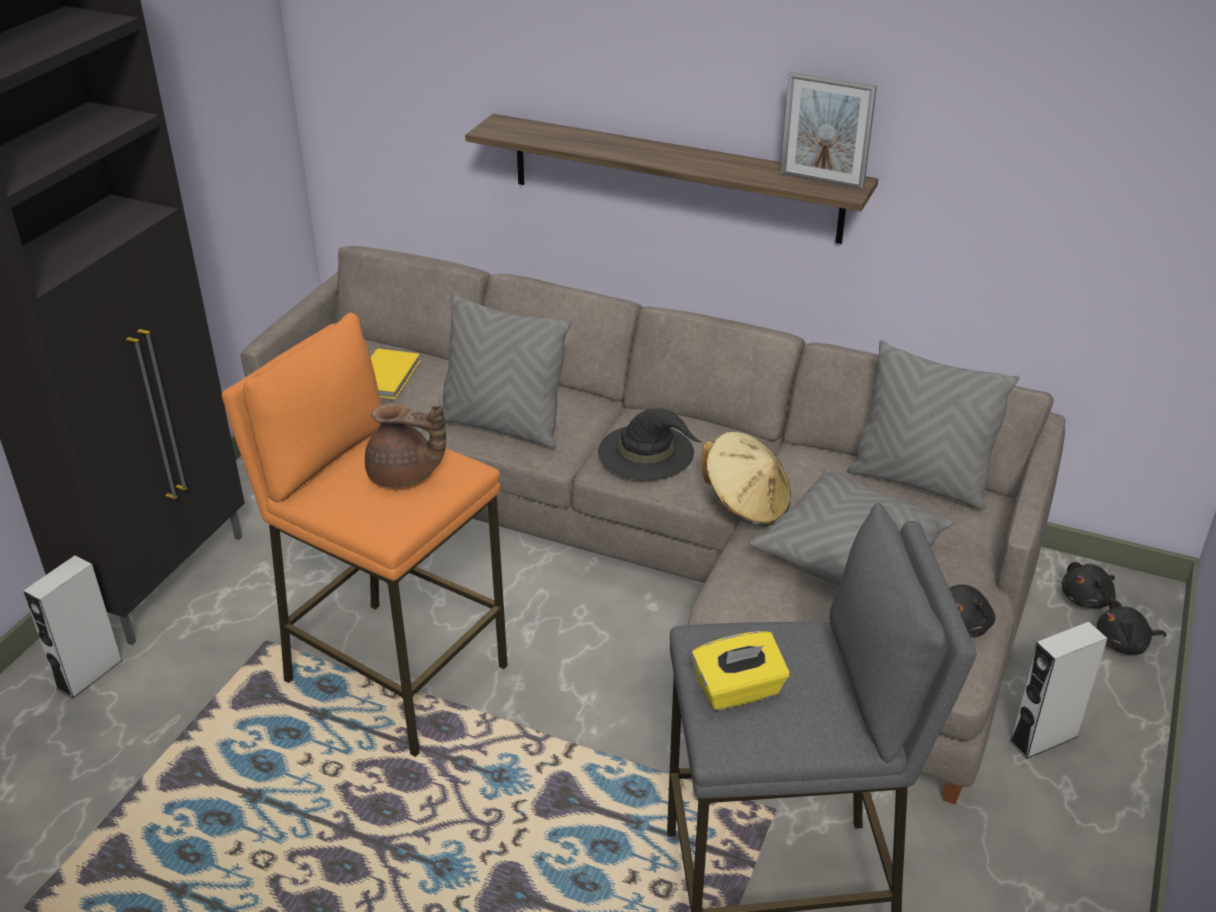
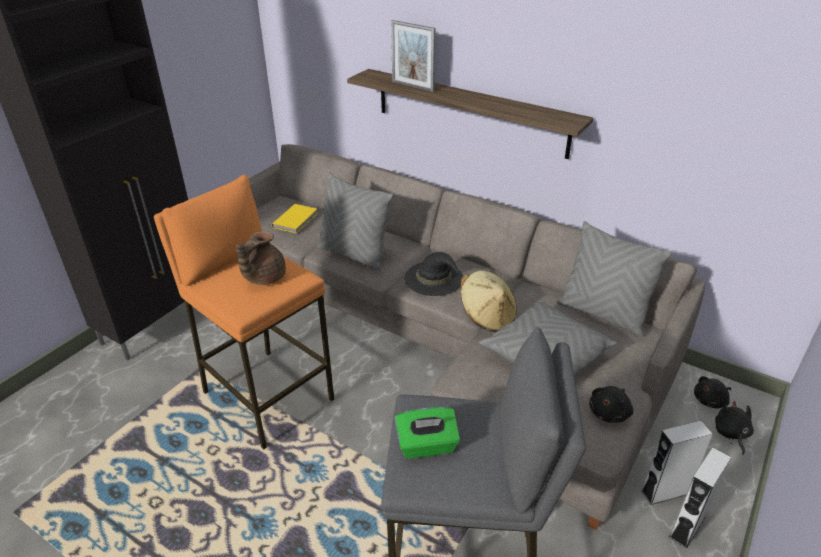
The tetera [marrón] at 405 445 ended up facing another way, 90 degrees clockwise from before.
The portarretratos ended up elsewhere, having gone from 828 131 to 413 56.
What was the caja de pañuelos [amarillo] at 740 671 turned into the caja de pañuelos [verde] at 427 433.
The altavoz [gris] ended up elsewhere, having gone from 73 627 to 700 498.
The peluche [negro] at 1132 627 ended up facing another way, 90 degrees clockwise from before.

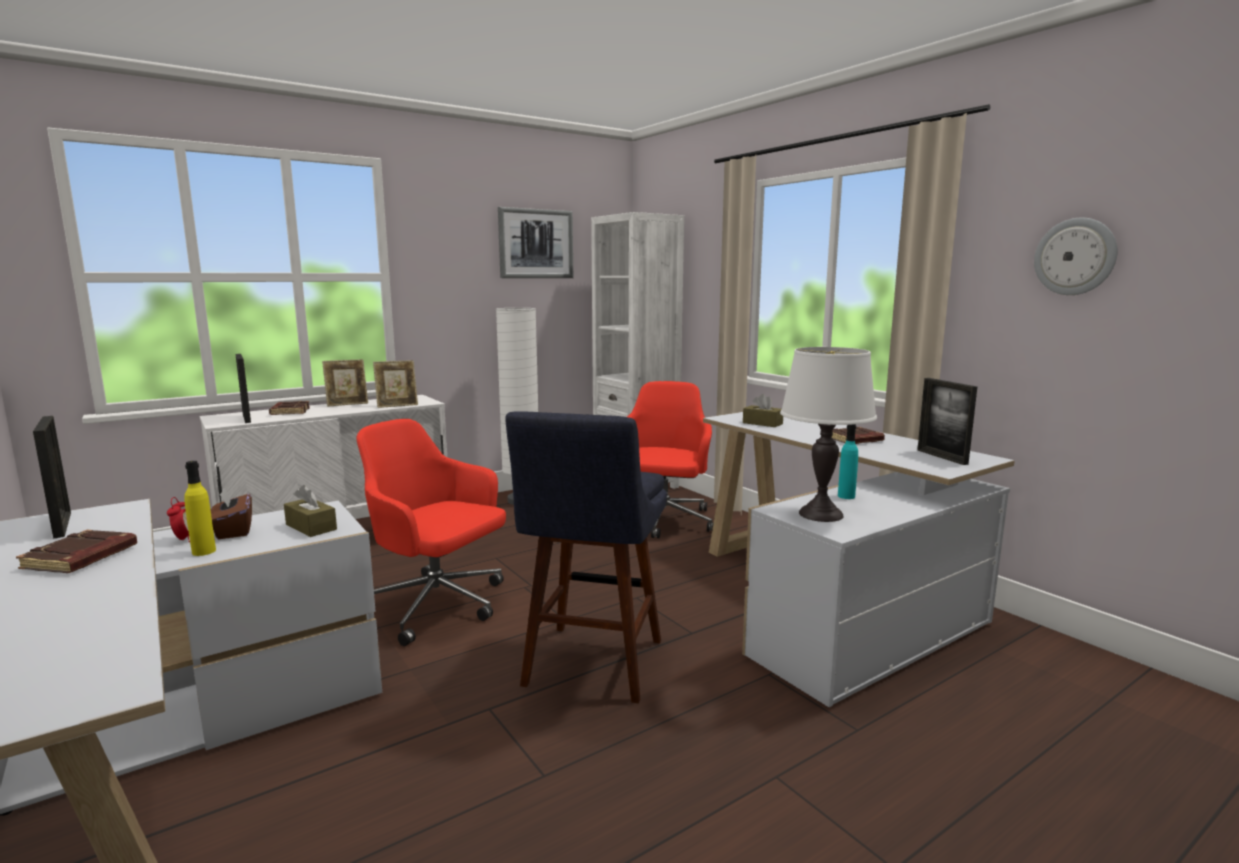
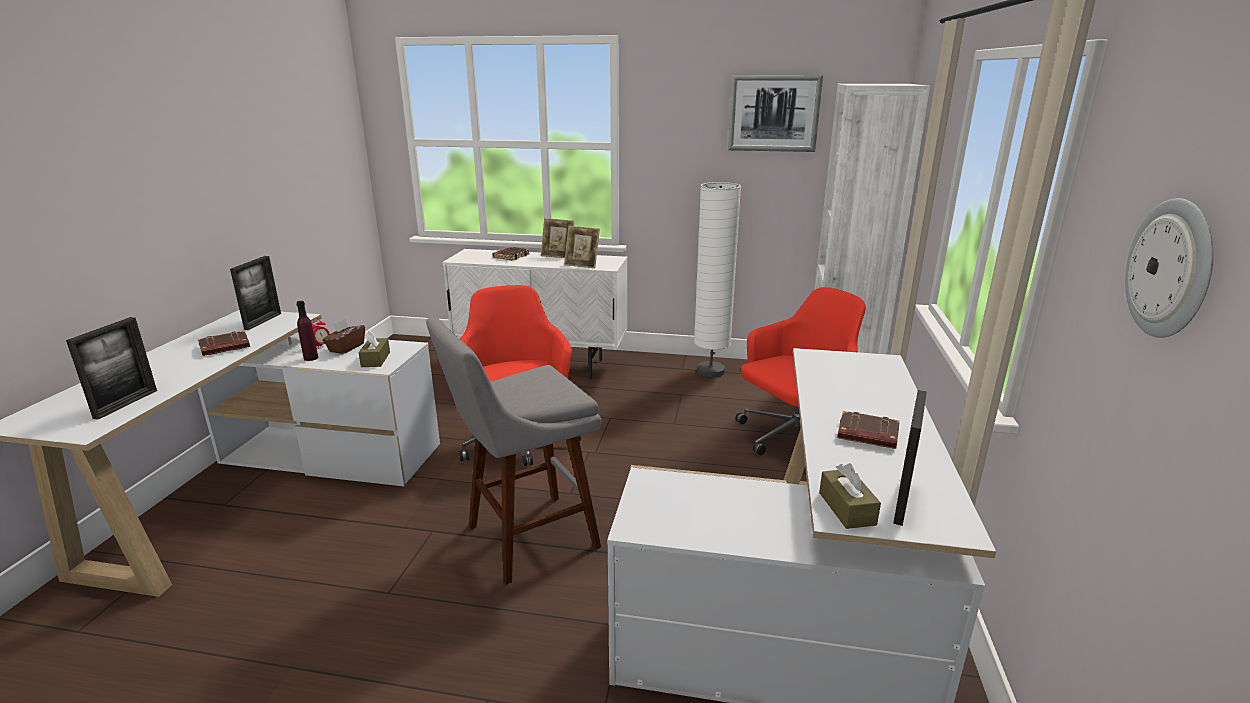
The portarretratos ended up elsewhere, having gone from 243 388 to 111 368.
What was the botella [amarillo] at 200 508 turned into the botella [morado] at 307 331.
What was the taburete [azul] at 586 557 turned into the taburete [gris] at 513 451.
The caja de pañuelos [marrón] ended up elsewhere, having gone from 763 410 to 850 496.
The second view lost the lámpara de mesa [blanco] at 828 434.
The second view lost the botella [turquesa] at 848 461.

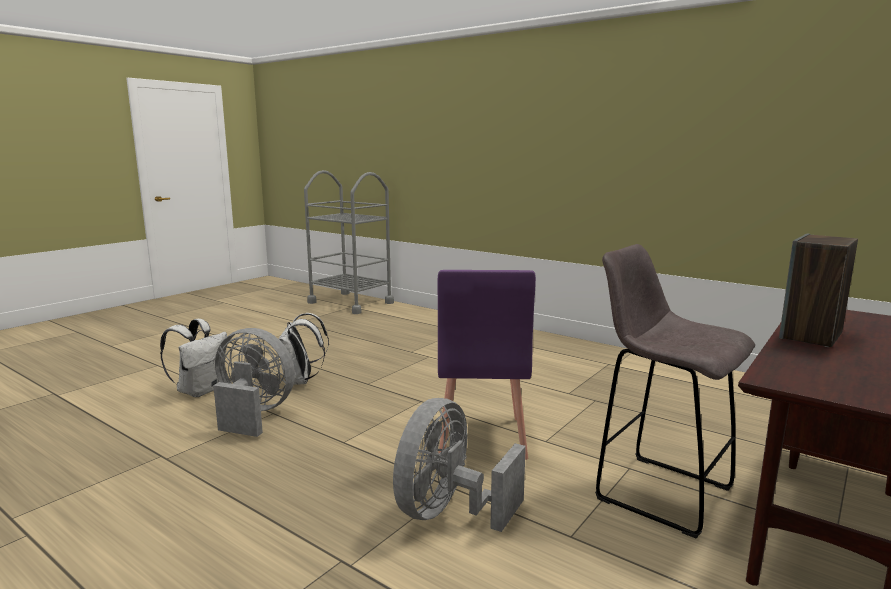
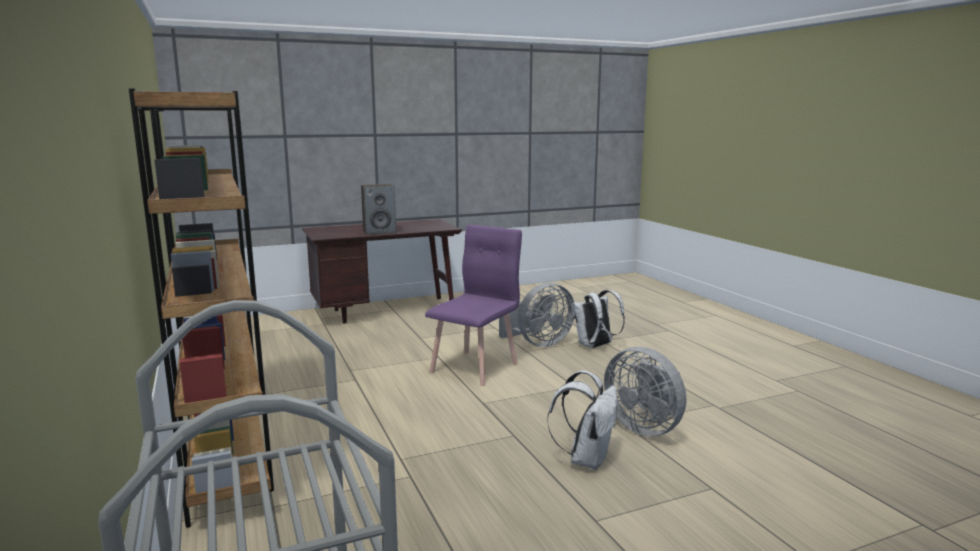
The second view gained the estantería [marrón] at 201 308.
The mochila [blanco] ended up elsewhere, having gone from 193 358 to 598 319.
The second view lost the taburete [gris] at 675 391.

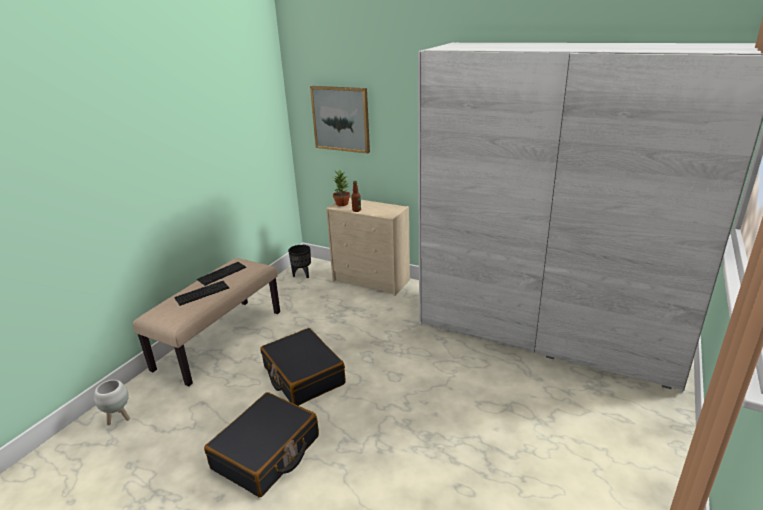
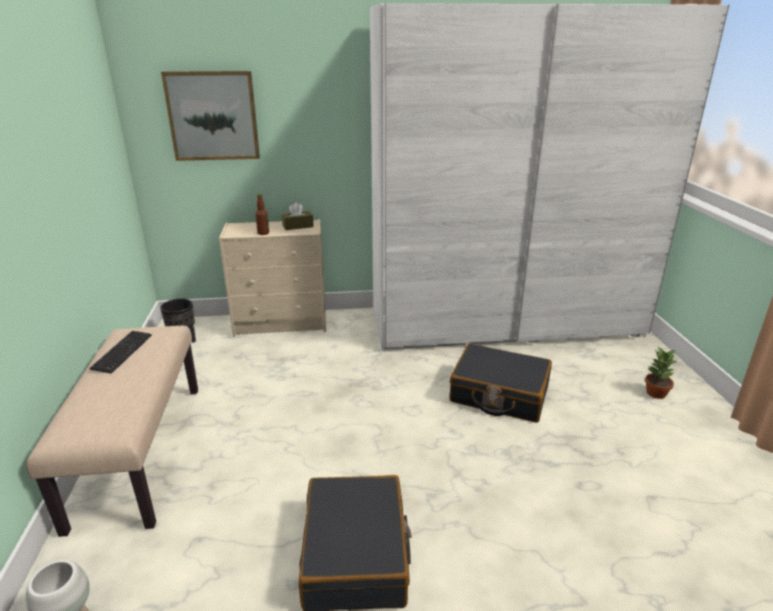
The second view gained the caja de pañuelos [marrón] at 298 216.
The maleta [negro] ended up elsewhere, having gone from 303 367 to 500 383.
The planta en maceta ended up elsewhere, having gone from 341 188 to 661 373.
The second view lost the teclado at 201 293.

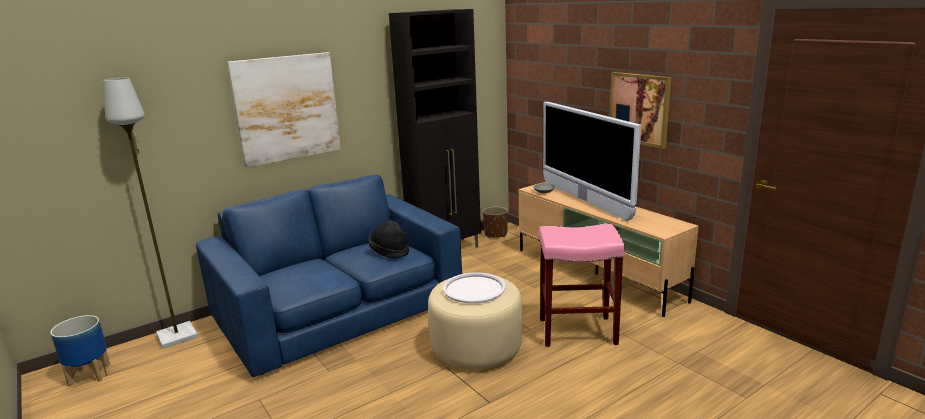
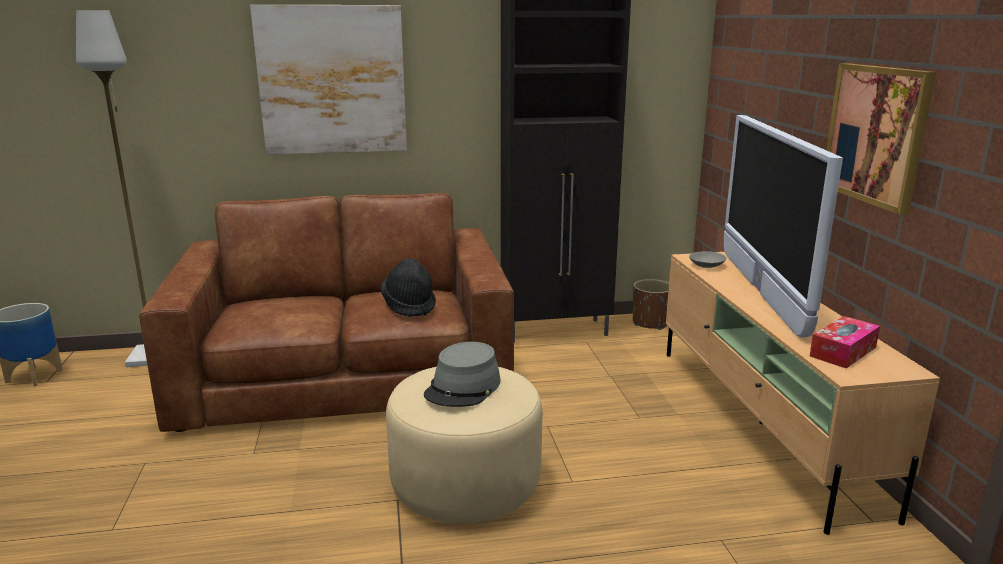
What was the sofá [azul] at 329 275 turned into the sofá [marrón] at 326 312.
Where the bandeja [blanco] stood at 474 287, the sombrero [gris] came to stand at 462 374.
The second view gained the caja de pañuelos at 845 342.
The second view lost the taburete [rosa] at 582 285.

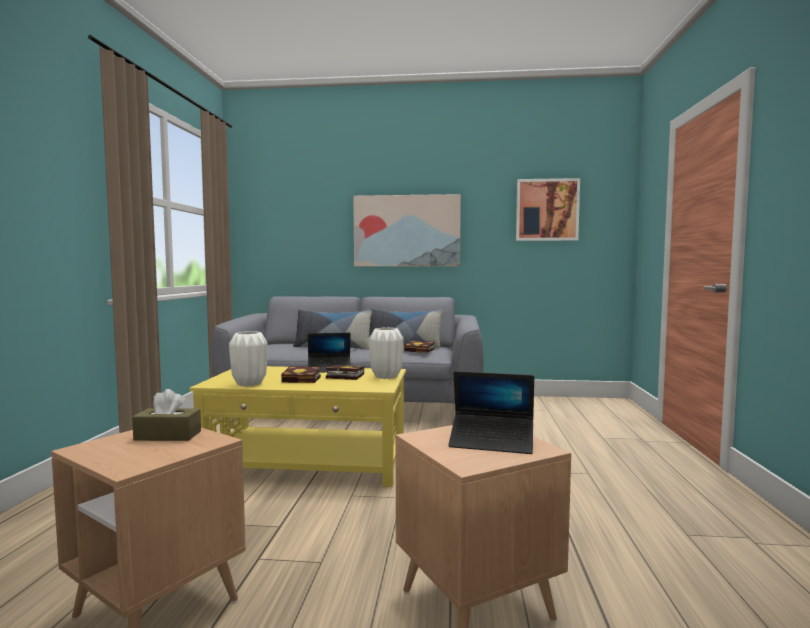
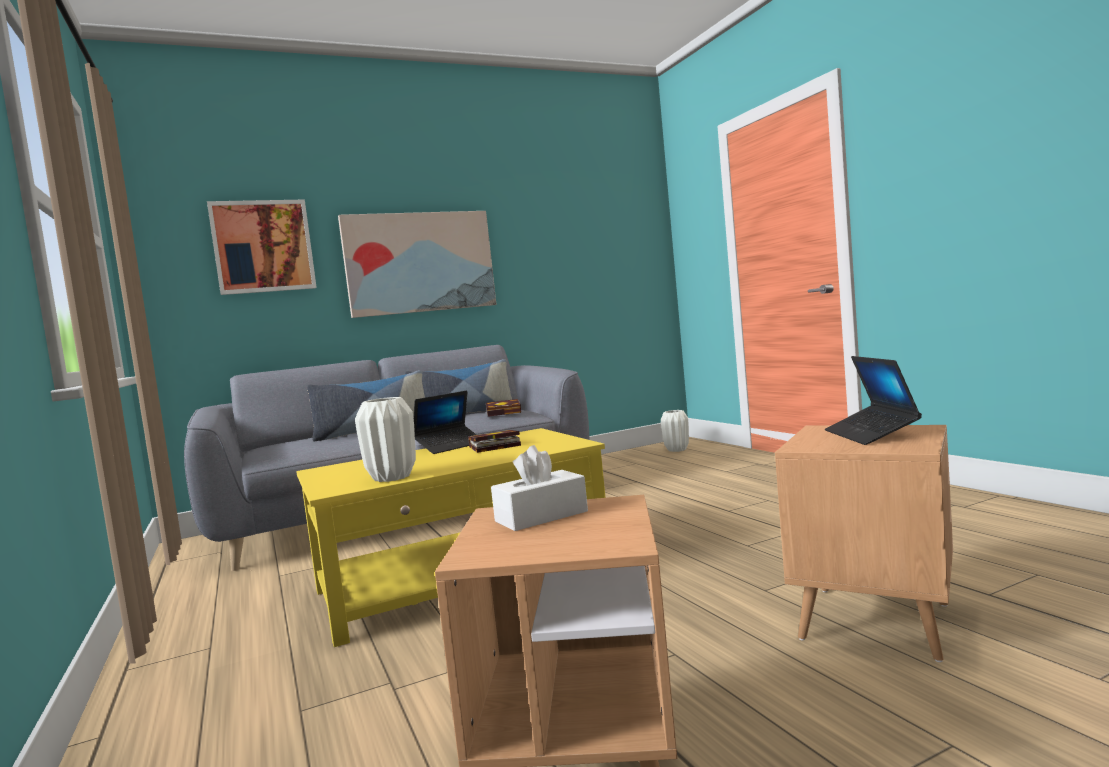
The cuadro ended up elsewhere, having gone from 548 209 to 262 247.
What was the caja de pañuelos [marrón] at 166 415 turned into the caja de pañuelos [blanco] at 539 488.
The florero [blanco] ended up elsewhere, having gone from 386 353 to 675 431.
The portátil at 491 412 ended up facing another way, 105 degrees clockwise from before.
The second view lost the libro at 301 374.

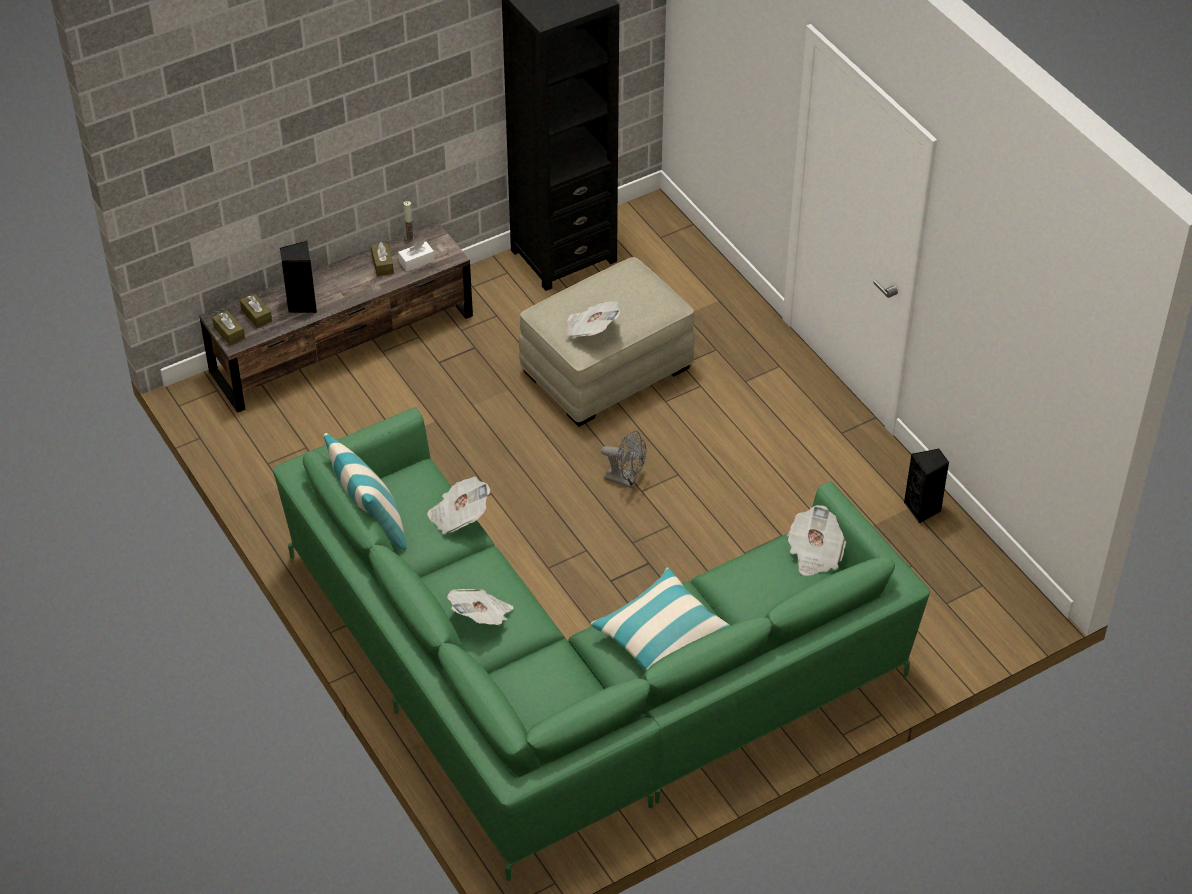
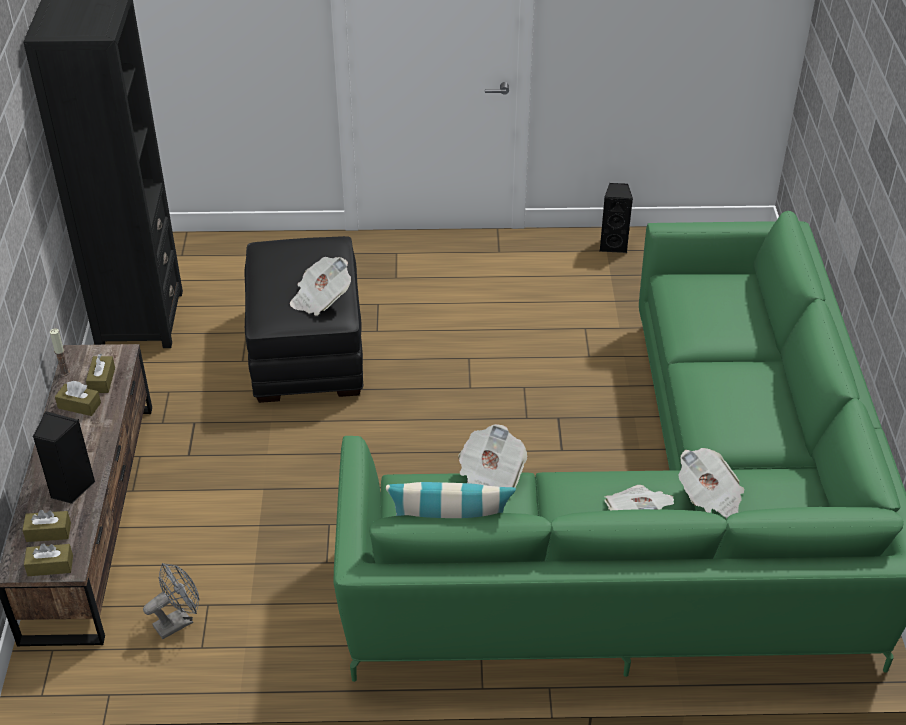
What was the caja de pañuelos [blanco] at 416 256 turned into the caja de pañuelos [marrón] at 100 373.
The ventilador [gris] ended up elsewhere, having gone from 623 459 to 171 601.
What was the puf [beis] at 607 342 turned into the puf [negro] at 304 319.
The periódico ended up elsewhere, having gone from 816 540 to 711 483.
The second view lost the cojín at 660 619.

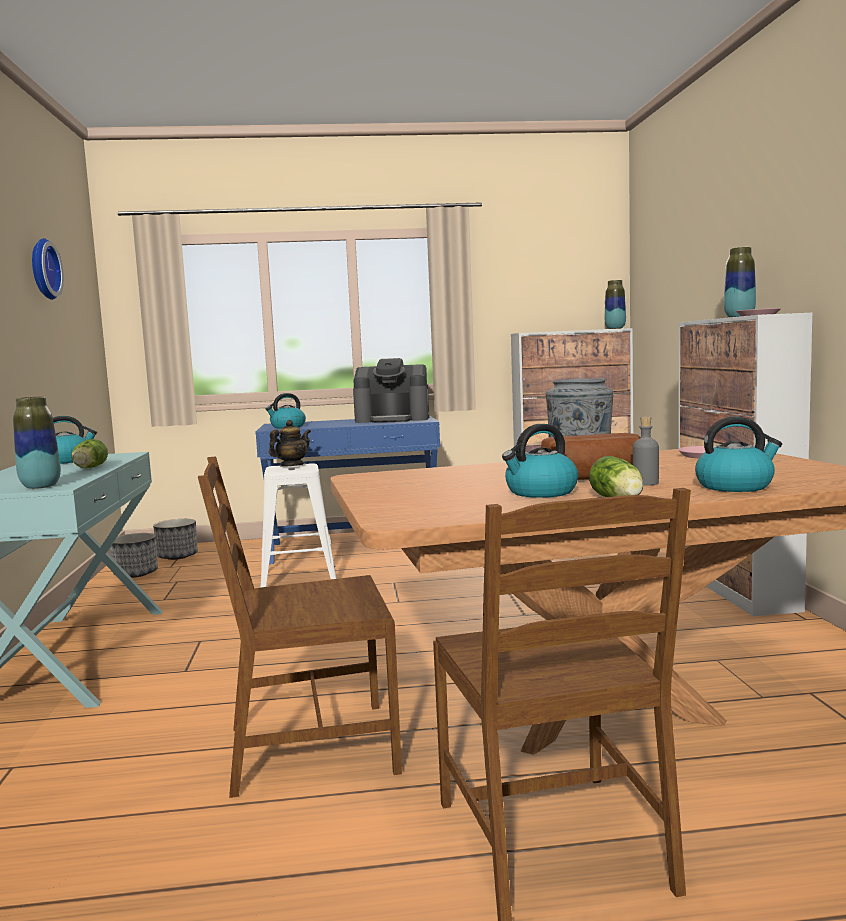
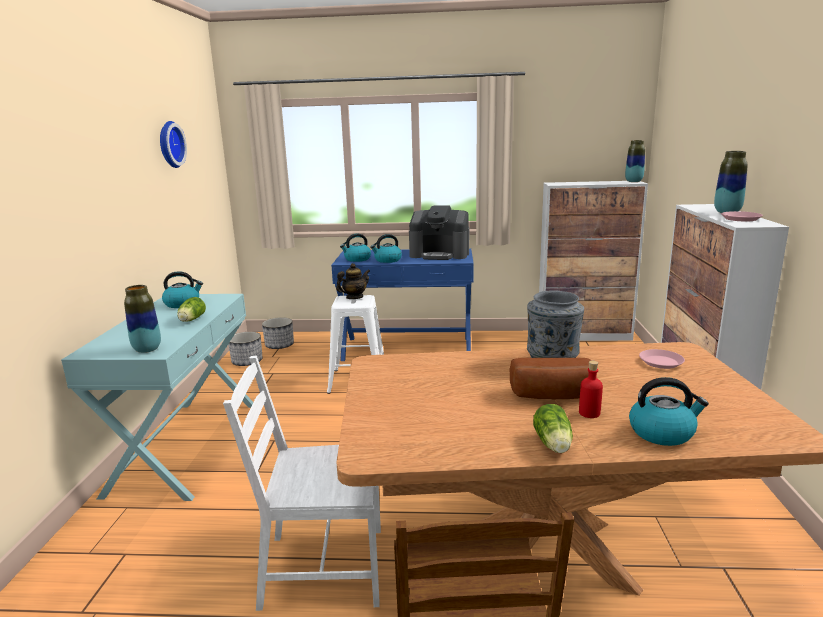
What was the silla [marrón] at 300 627 turned into the silla [blanco] at 302 483.
The hervidor ended up elsewhere, having gone from 540 461 to 386 248.
What was the botella [gris] at 646 451 turned into the botella [rojo] at 591 389.

